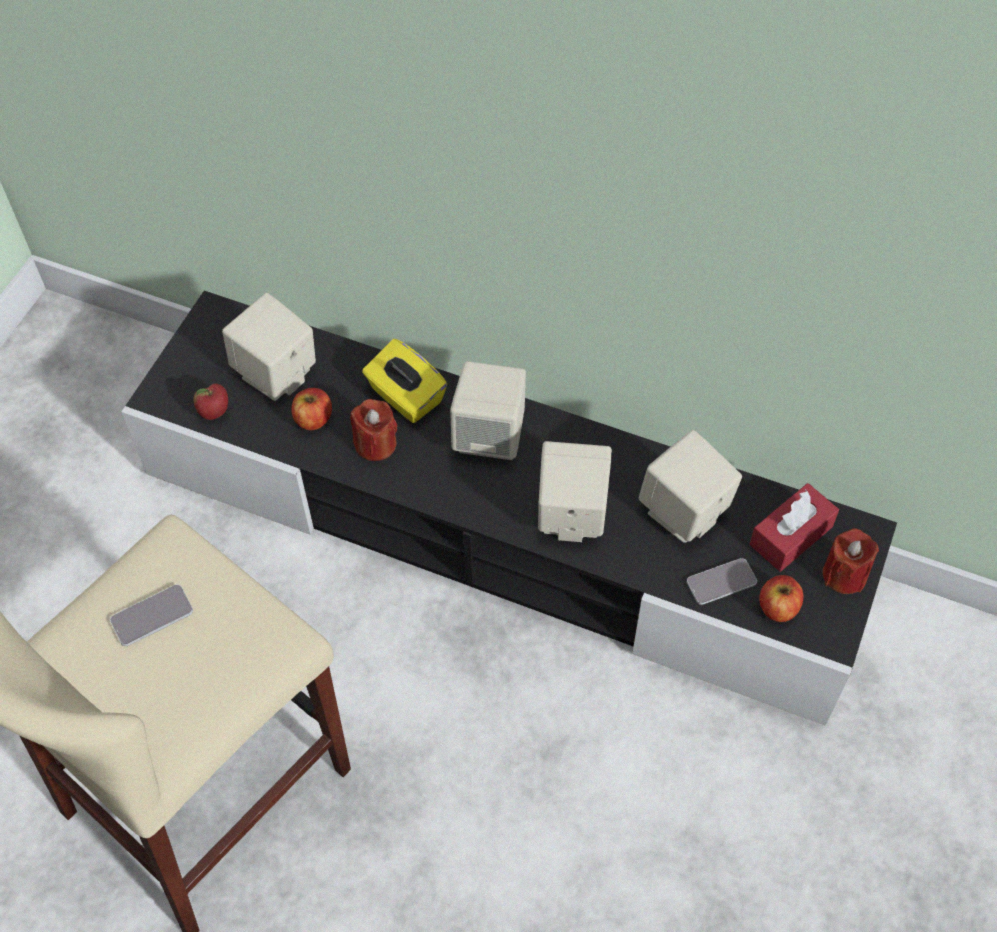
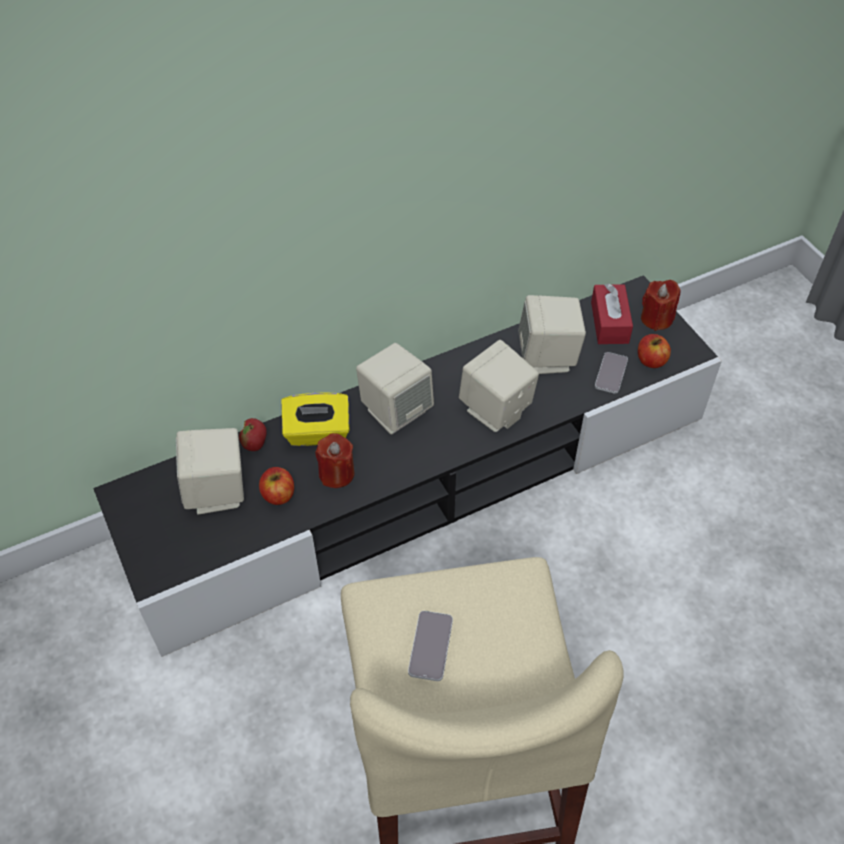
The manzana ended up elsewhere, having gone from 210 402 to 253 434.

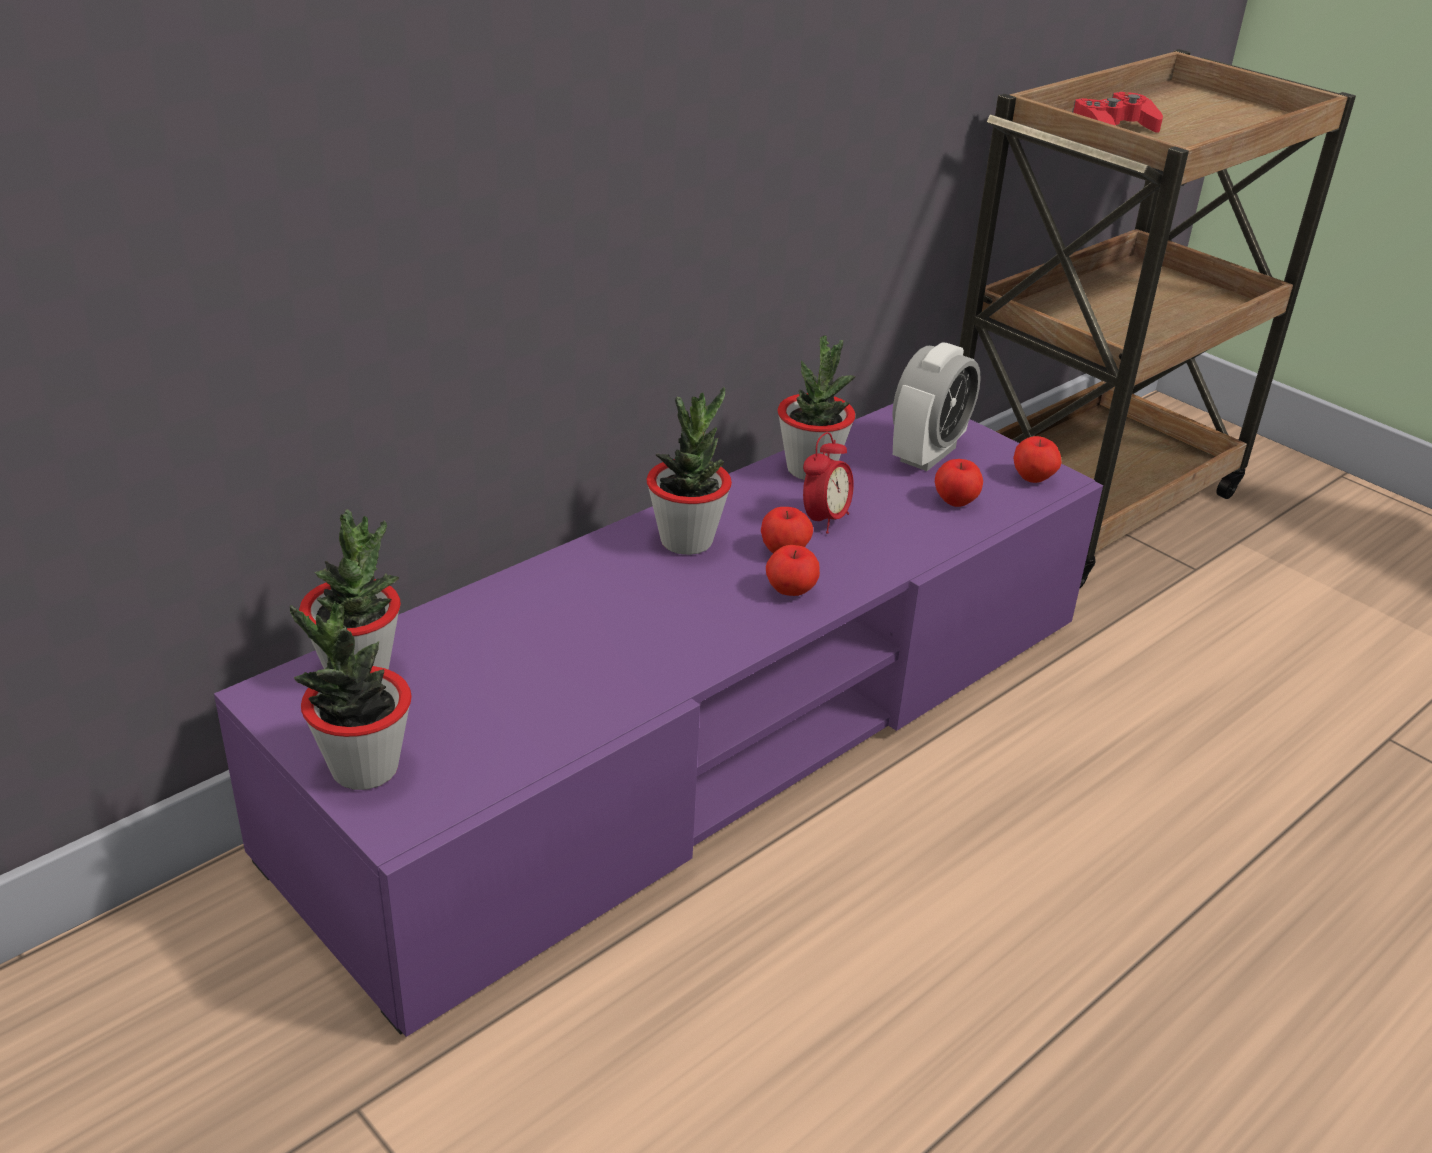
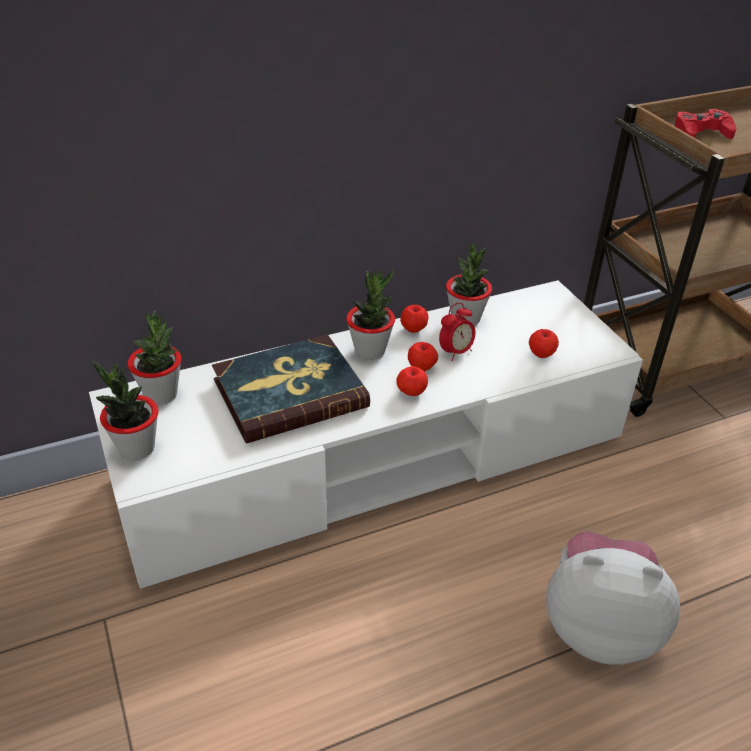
What was the mueble de televisión [morado] at 658 720 turned into the mueble de televisión [blanco] at 366 434.
The second view gained the libro at 291 389.
The manzana ended up elsewhere, having gone from 1037 459 to 414 319.
The second view gained the peluche at 613 598.
The second view lost the despertador at 936 406.

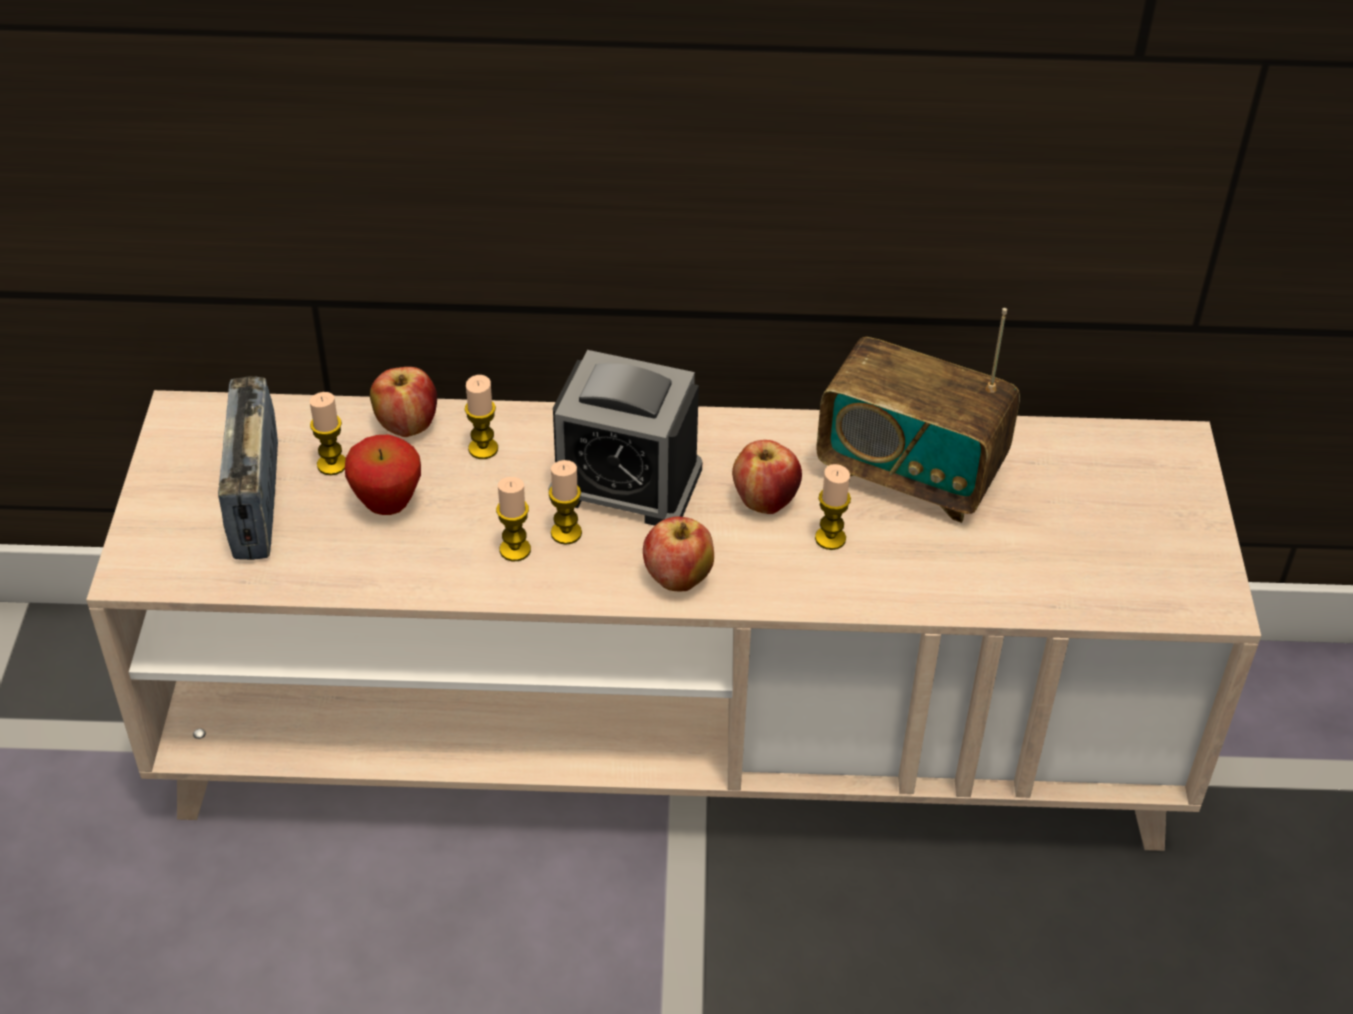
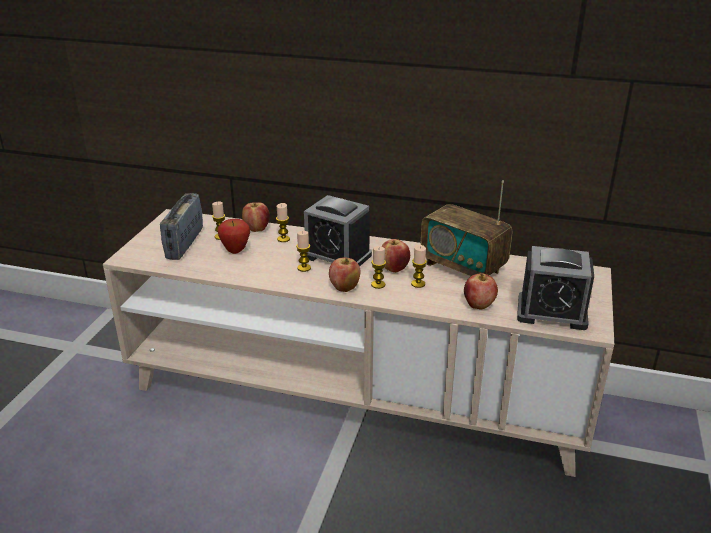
The vela ended up elsewhere, having gone from 513 519 to 378 267.
The second view gained the manzana at 481 291.
The second view gained the despertador at 555 288.

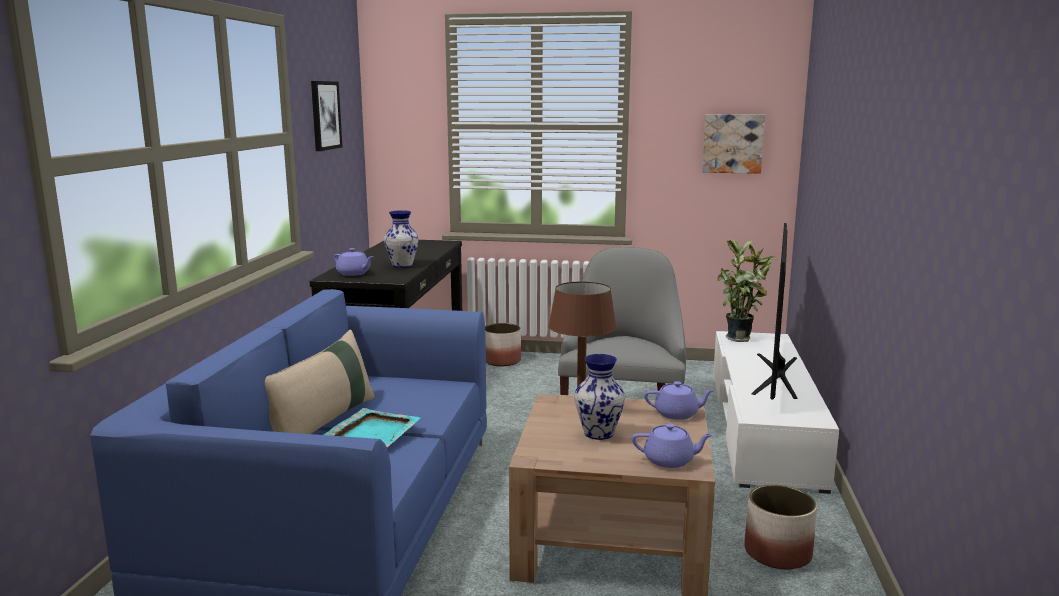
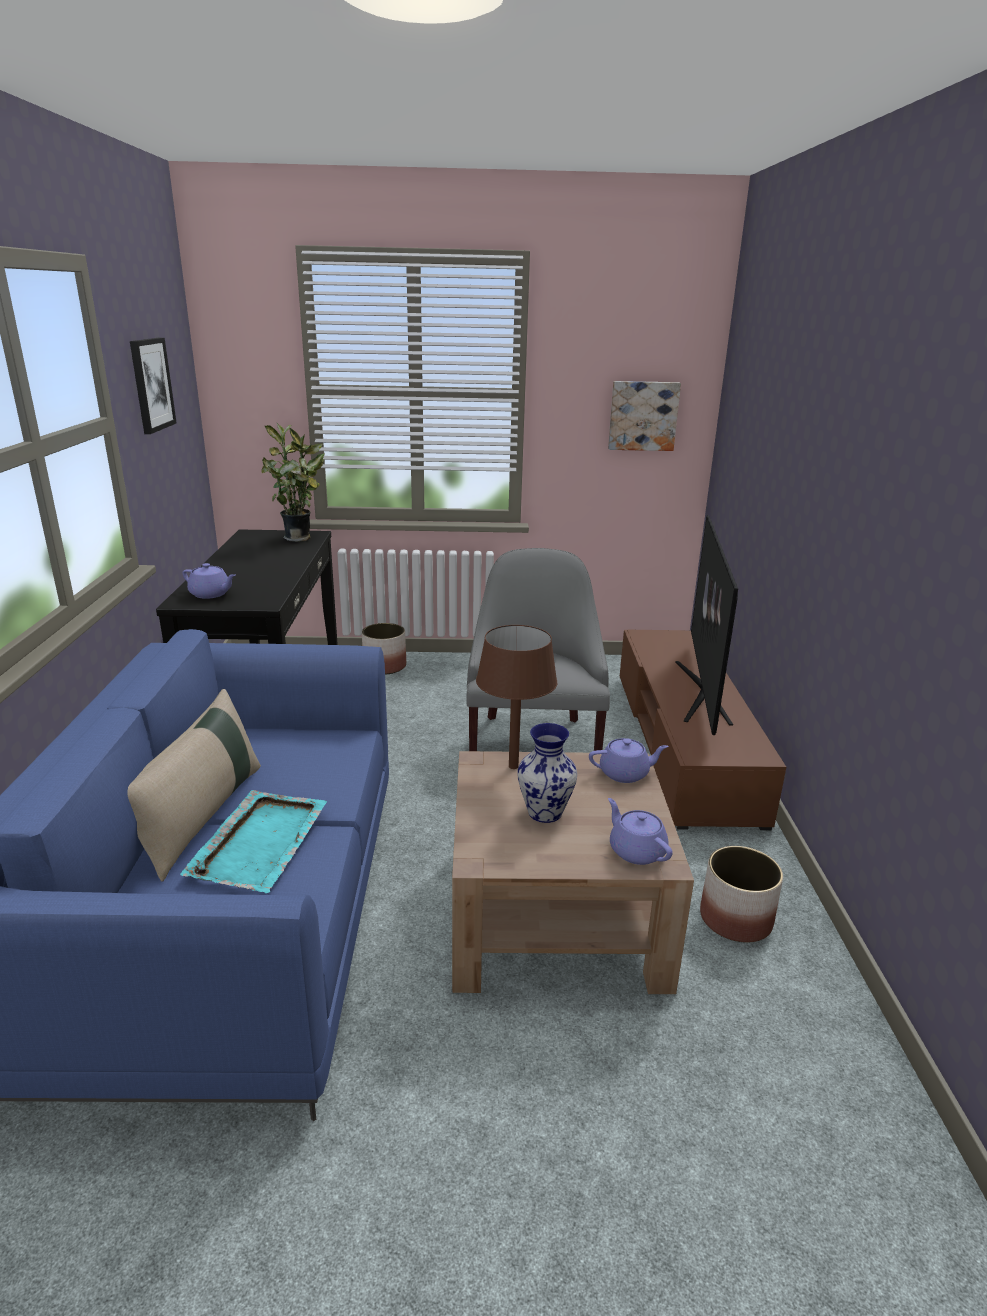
The planta en maceta ended up elsewhere, having gone from 746 290 to 293 482.
The tetera [morado] at 672 445 ended up facing another way, 120 degrees counterclockwise from before.
What was the mueble de televisión [blanco] at 776 412 turned into the mueble de televisión [marrón] at 703 730.
The second view lost the florero at 401 239.

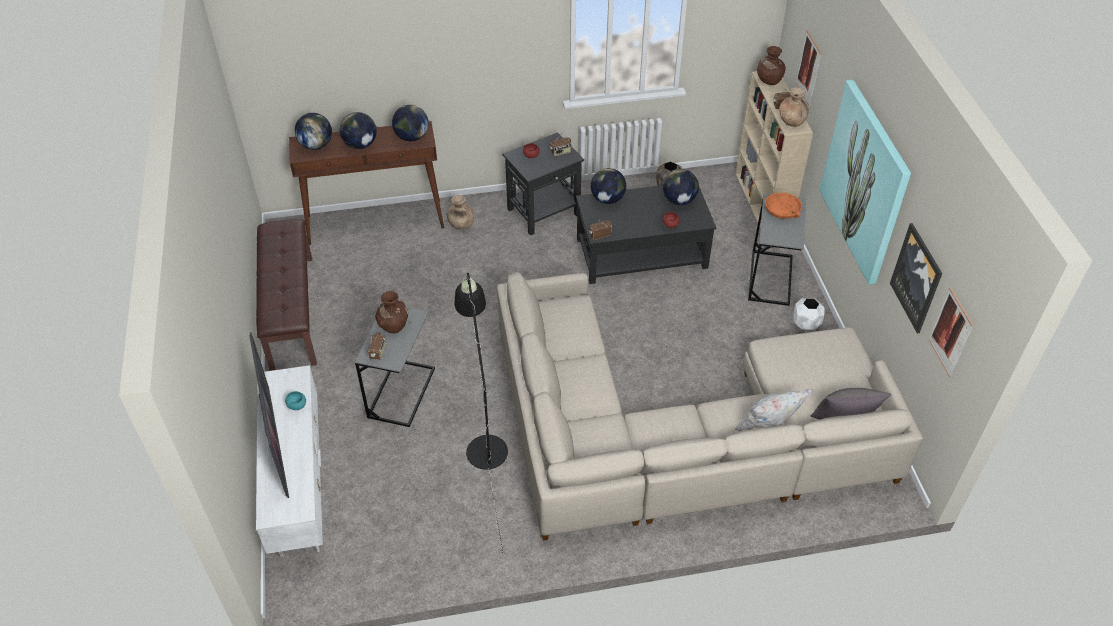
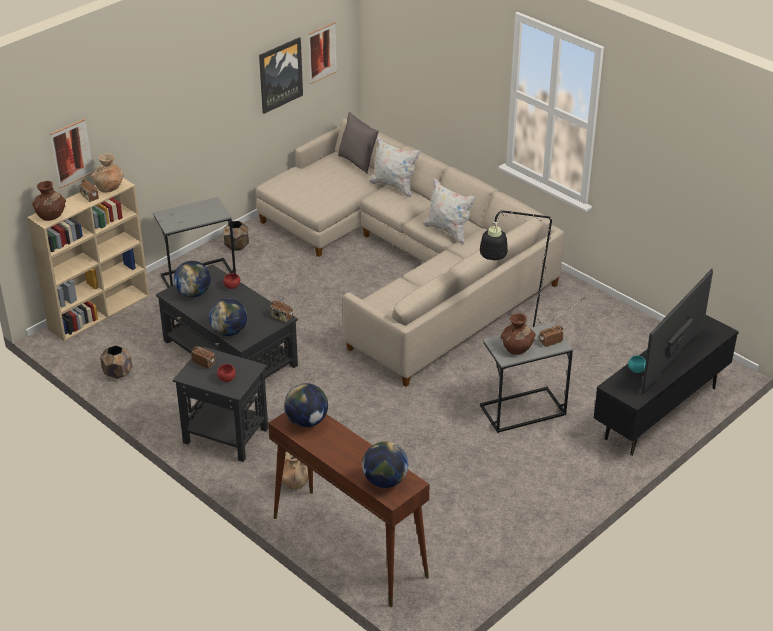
What was the maceta [blanco] at 808 314 turned into the maceta [marrón] at 236 236.
The second view gained the cojín [blanco] at 449 212.
What was the mueble de televisión [blanco] at 289 461 turned into the mueble de televisión [negro] at 666 385.
The second view lost the banco [marrón] at 286 295.
The second view lost the globo terráqueo at 358 130.
The second view lost the cuenco [naranja] at 783 206.
The second view lost the cuadro at 865 182.

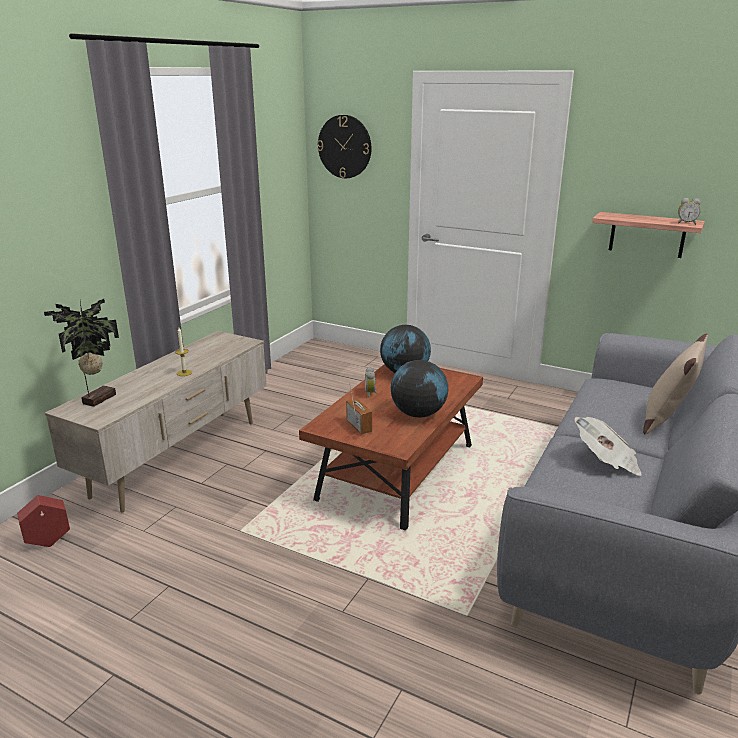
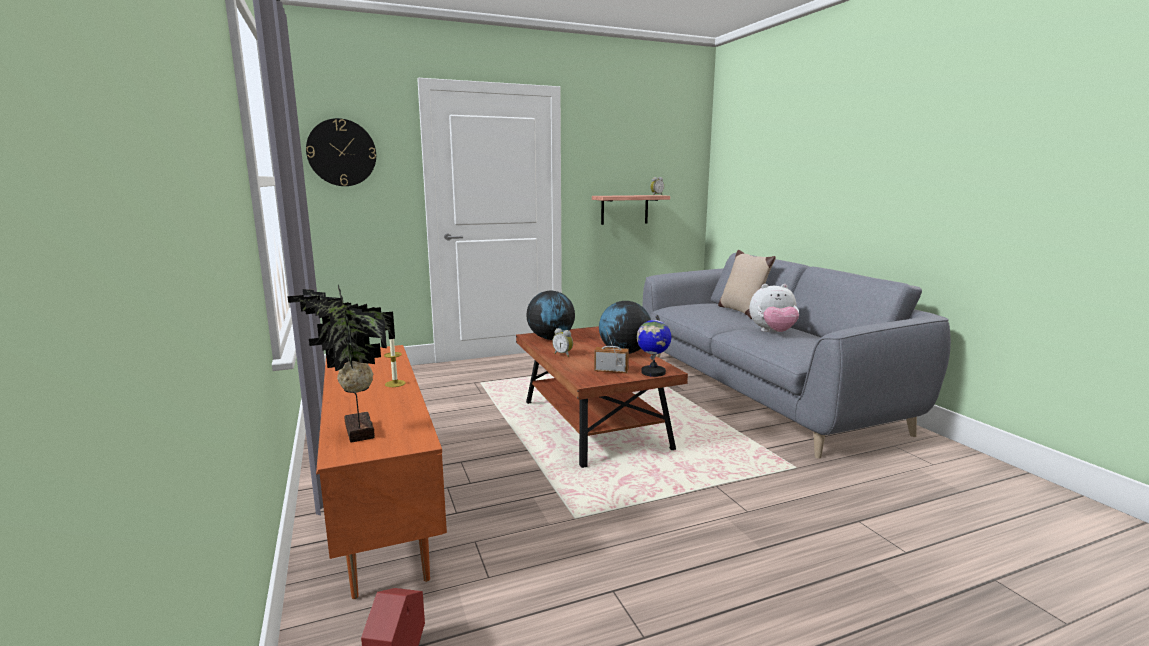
What was the mueble de televisión [beis] at 155 422 turned into the mueble de televisión [naranja] at 381 472.
The second view gained the globo terráqueo at 654 345.
Where the periódico stood at 608 446, the peluche came to stand at 774 308.

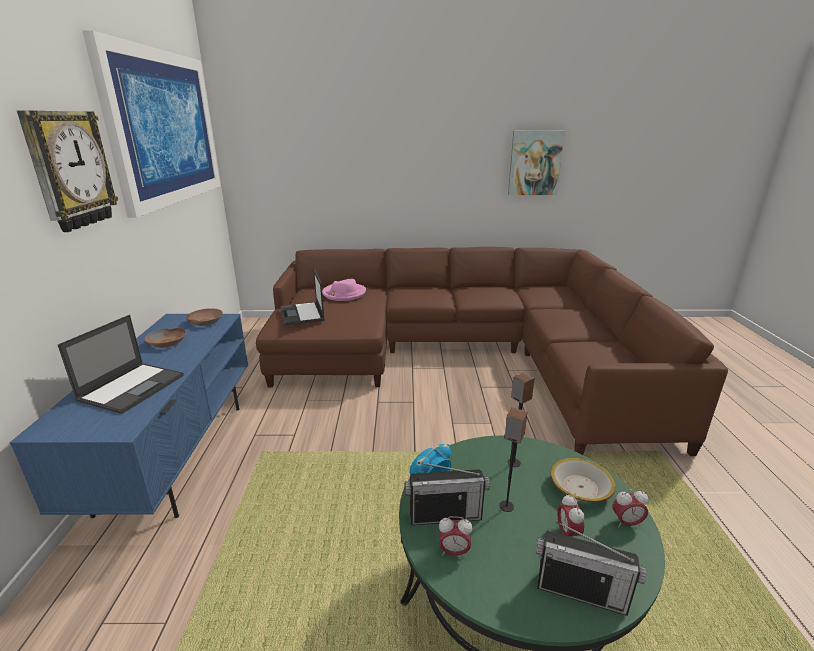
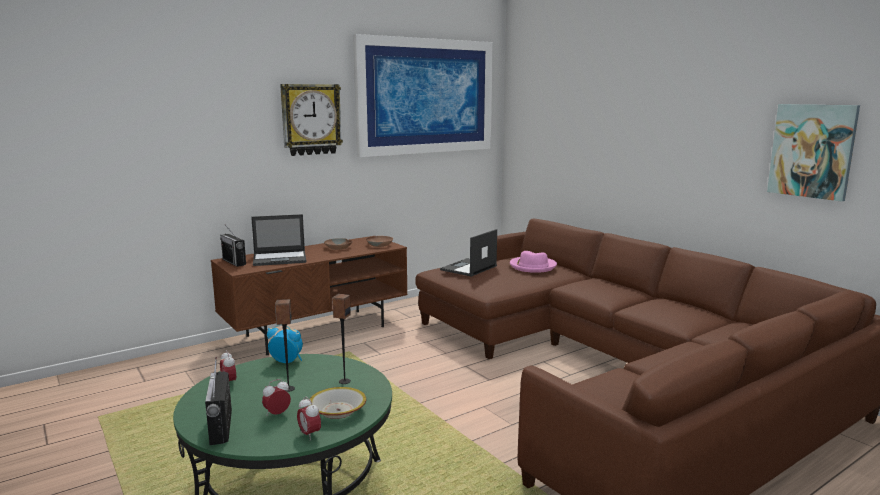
What was the mueble de televisión [azul] at 129 416 turned into the mueble de televisión [marrón] at 309 295.
The radio ended up elsewhere, having gone from 447 493 to 233 246.

